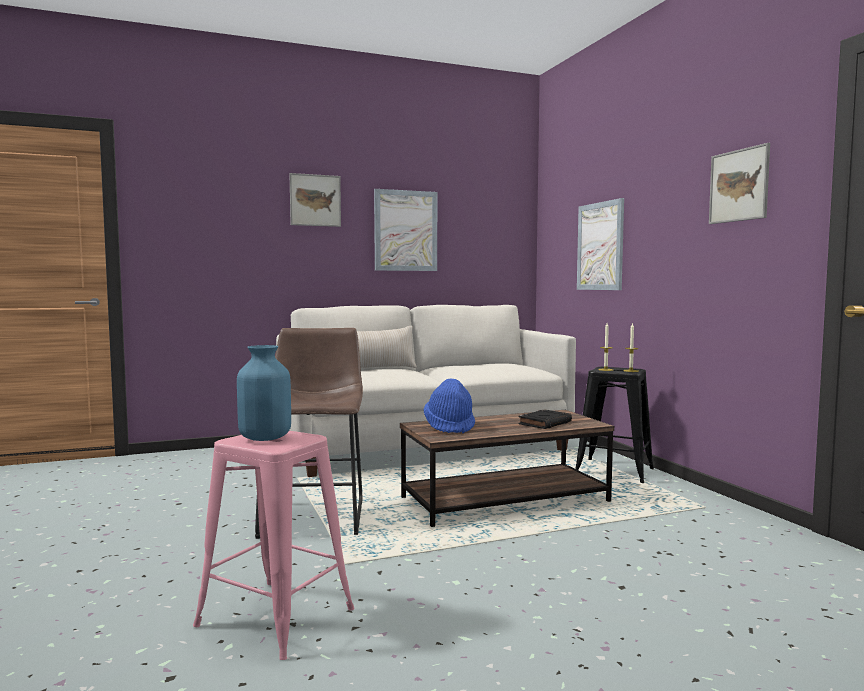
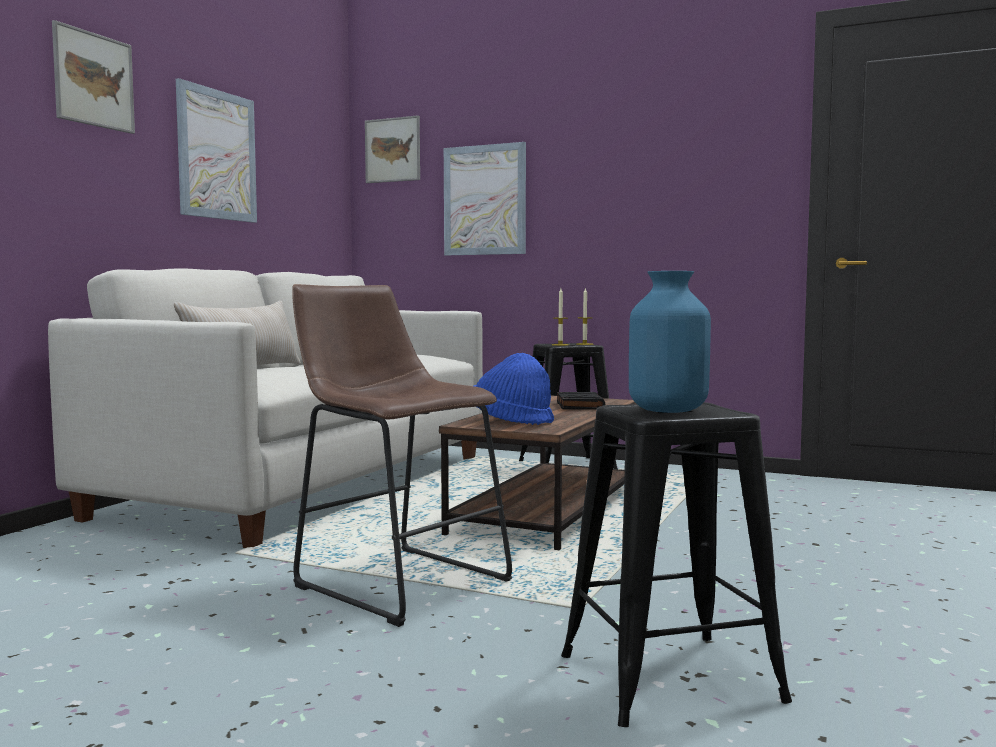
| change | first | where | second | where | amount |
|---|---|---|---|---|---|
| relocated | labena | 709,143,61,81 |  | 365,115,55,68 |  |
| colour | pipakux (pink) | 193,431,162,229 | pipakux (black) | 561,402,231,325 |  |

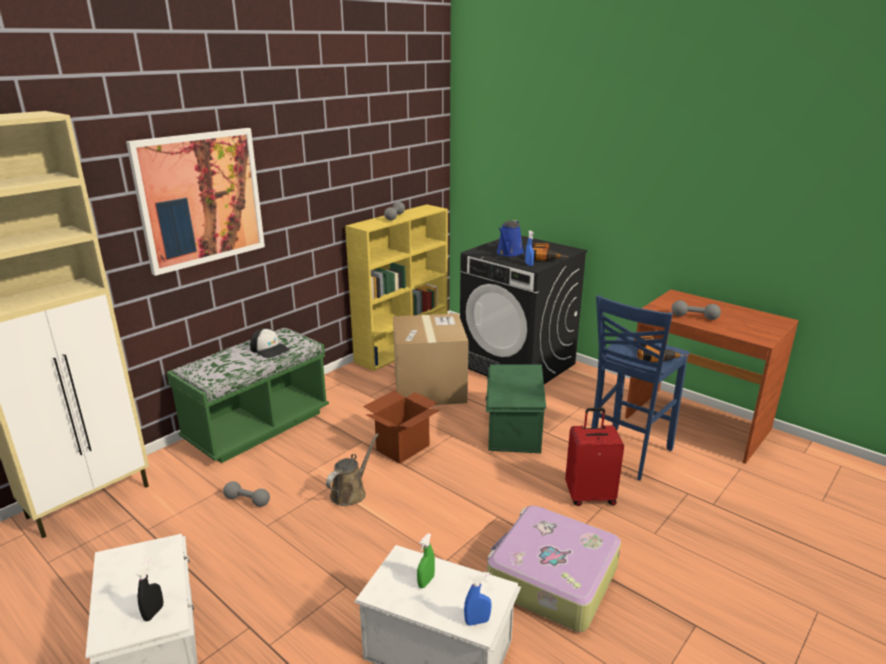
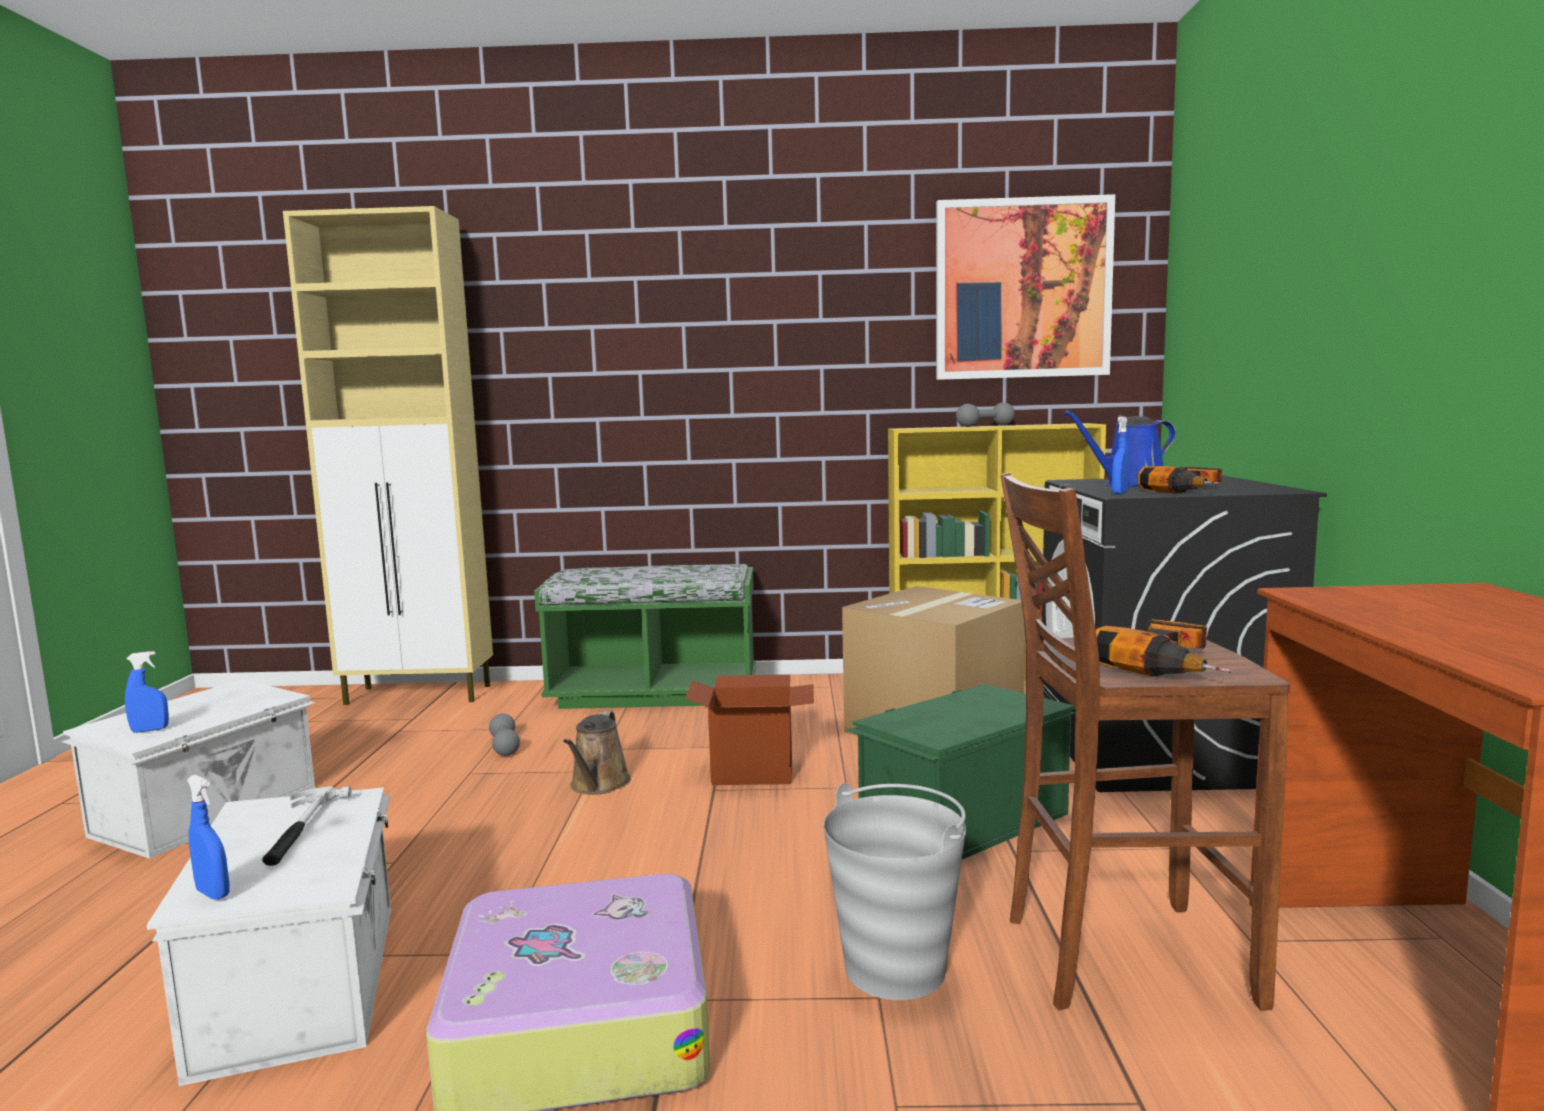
| change | first | where | second | where | amount |
|---|---|---|---|---|---|
| relocated | labena | 126,128,139,148 |  | 936,194,179,186 |  |
| colour | pipakux (blue) | 591,295,99,186 | pipakux (brown) | 1001,472,289,539 |  |
| missing | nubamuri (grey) | 671,300,50,20 |  |  |  |
| missing | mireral | 250,328,40,30 |  |  |  |
| exchanged | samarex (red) | 565,408,59,98 | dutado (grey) | 823,783,143,217 |  |
| spun | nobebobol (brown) | 326,433,53,73 |  | 563,711,68,84 | 105 degrees clockwise |
| exchanged | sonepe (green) | 417,533,18,55 | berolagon | 262,786,90,80 |  |
| colour | sonepe (black) | 135,559,28,62 | sonepe (blue) | 125,651,44,82 |  |

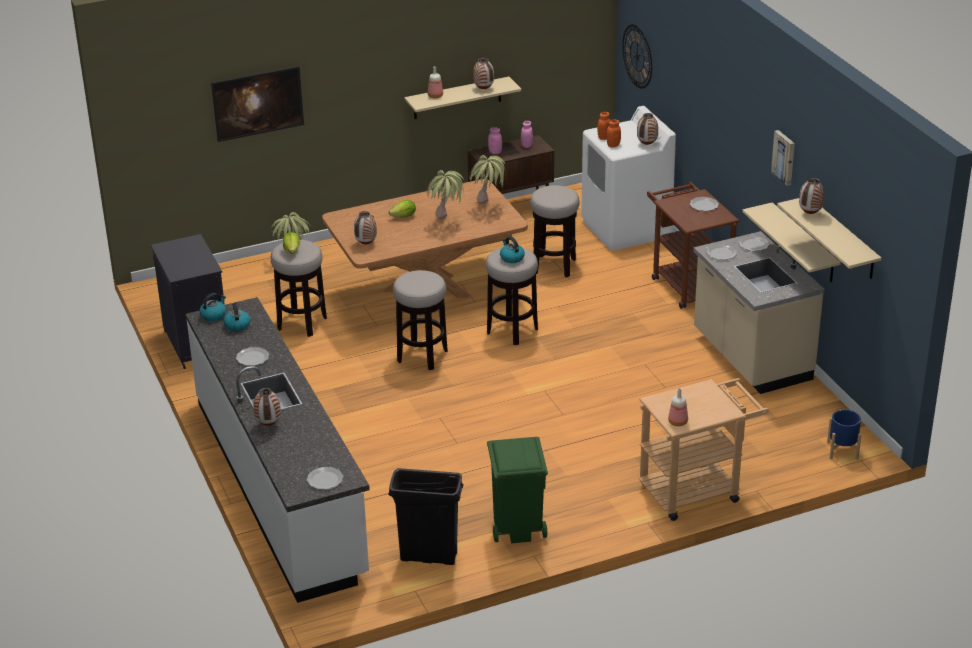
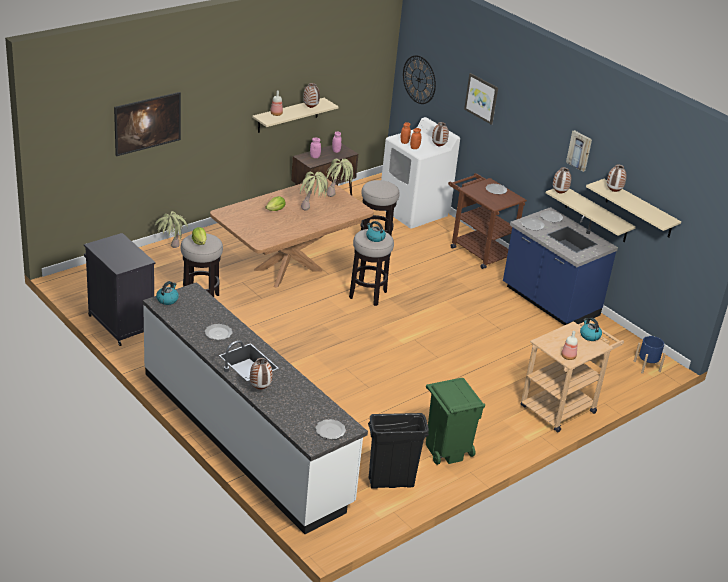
| change | first | where | second | where | amount |
|---|---|---|---|---|---|
| relocated | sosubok | 354,211,23,33 |  | 553,167,18,26 |  |
| colour | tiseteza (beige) | 693,231,131,163 | tiseteza (blue) | 503,207,115,118 |  |
| missing | pipakux | 393,270,55,100 |  |  |  |
| relocated | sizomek | 224,302,26,29 |  | 580,318,22,23 |  |
| appeared |  |  | labena | 464,73,34,52 |  |

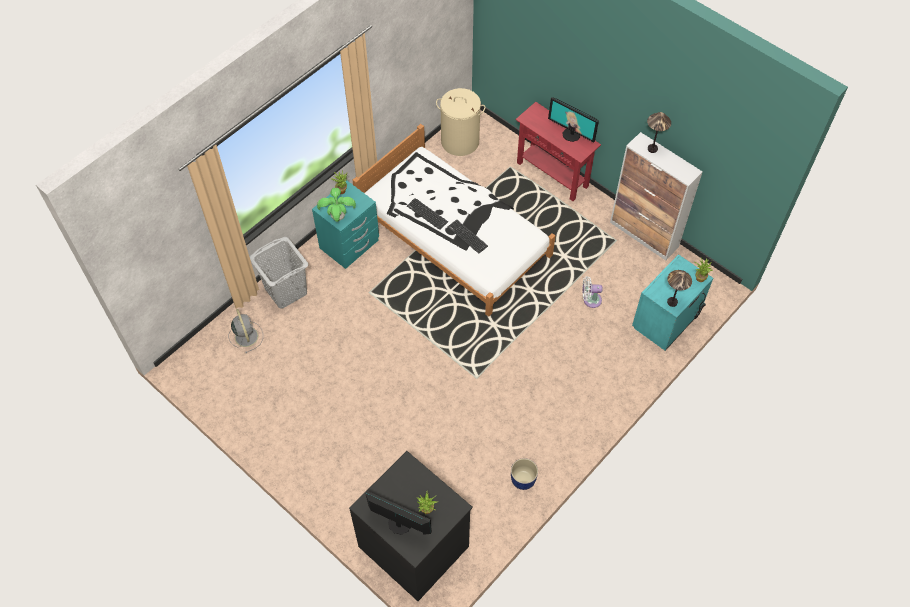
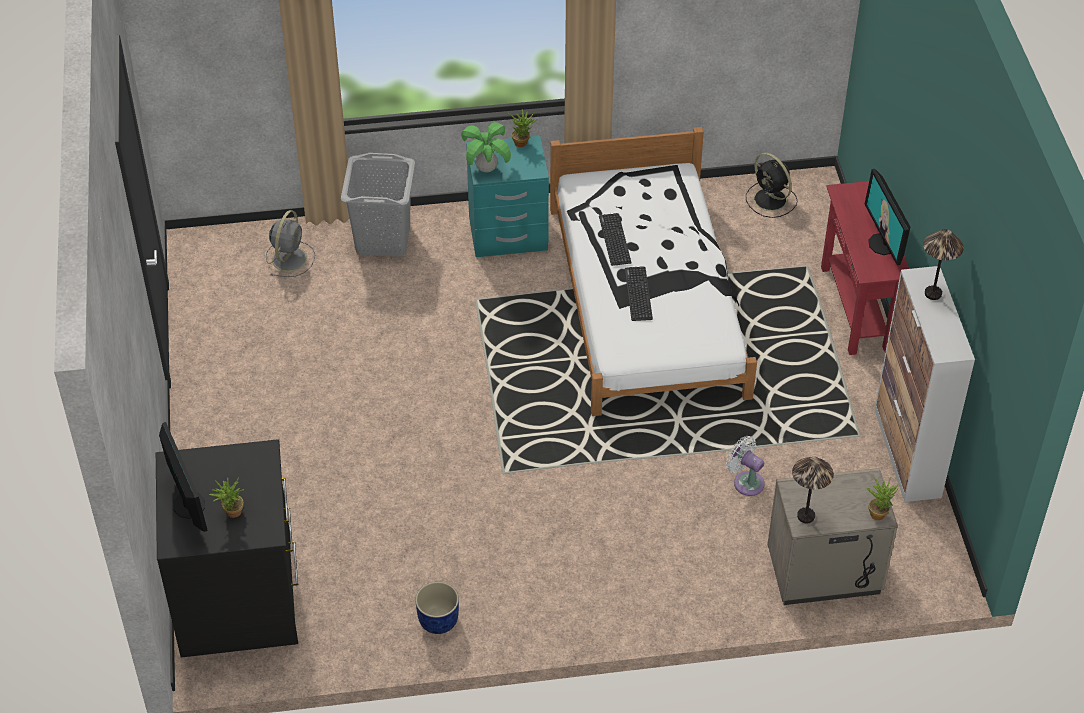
| change | first | where | second | where | amount |
|---|---|---|---|---|---|
| exchanged | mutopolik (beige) | 436,88,50,68 | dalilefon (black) | 746,153,51,65 |  |
| colour | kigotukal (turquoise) | 632,254,81,97 | kigotukal (beige) | 767,468,131,137 |  |

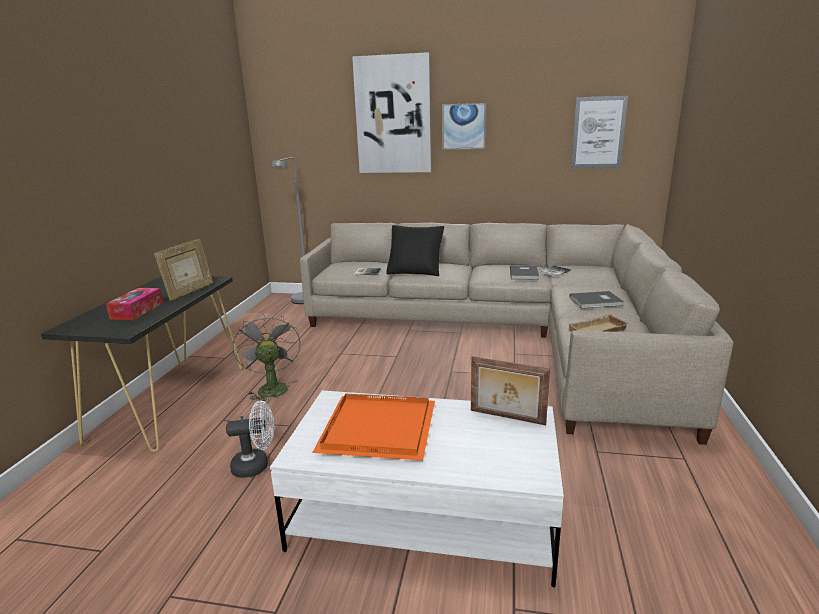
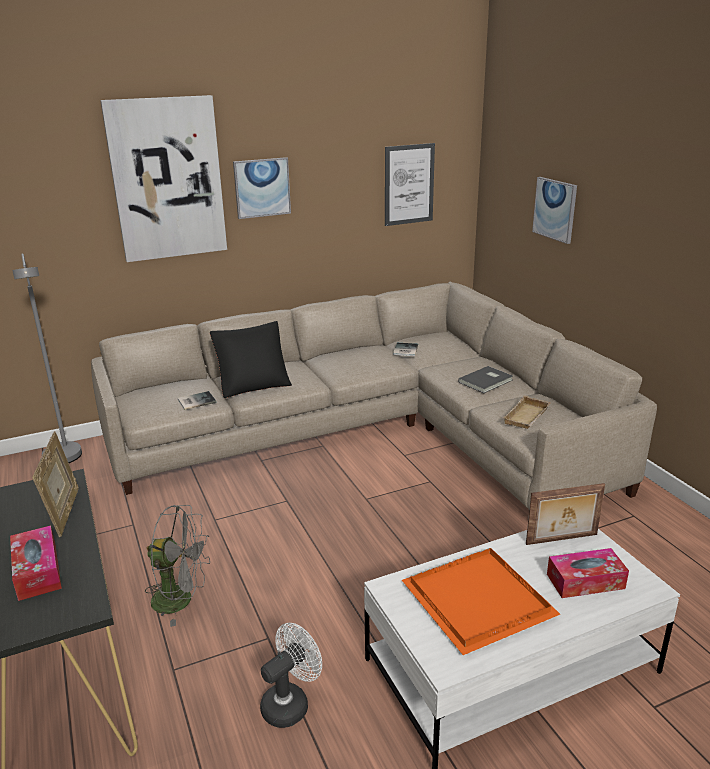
| change | first | where | second | where | amount |
|---|---|---|---|---|---|
| missing | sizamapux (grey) | 510,265,29,15 |  |  |  |
| spun | dalilefon (grey) | 232,313,69,90 |  | 145,505,65,122 | 150 degrees clockwise |
| appeared |  |  | labena | 532,177,45,67 |  |
| appeared |  |  | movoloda | 547,548,82,50 |  |

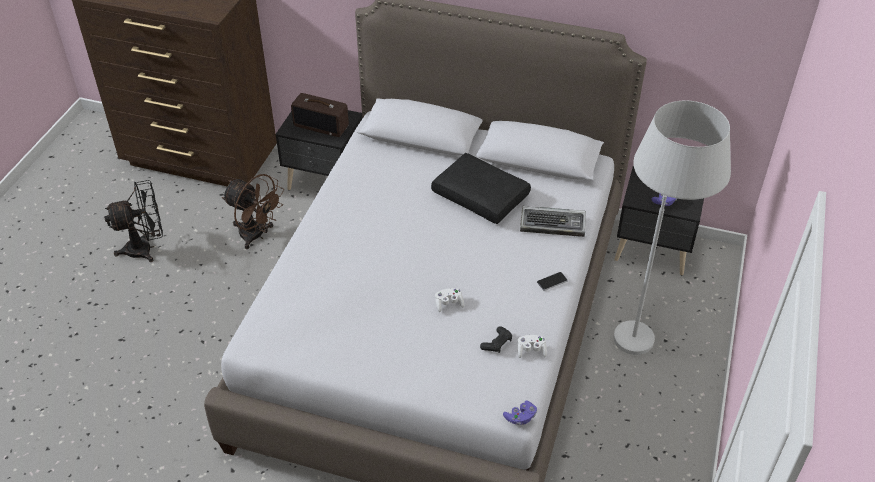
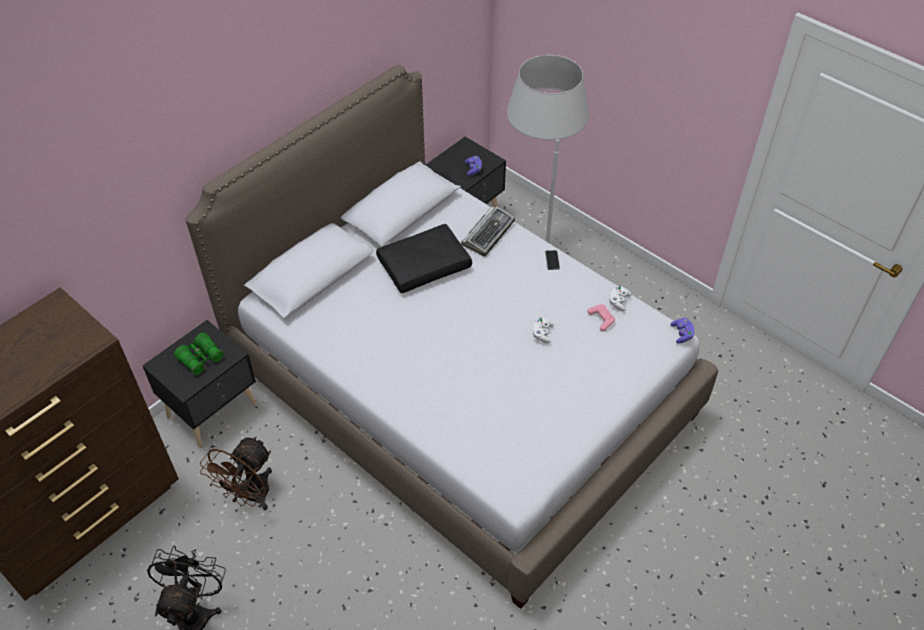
| change | first | where | second | where | amount |
|---|---|---|---|---|---|
| exchanged | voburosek | 291,93,58,44 | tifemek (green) | 174,333,50,42 |  |
| spun | dalilefon (brown) | 222,174,62,75 |  | 200,436,72,74 | 150 degrees clockwise |
| colour | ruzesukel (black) | 480,326,32,27 | ruzesukel (pink) | 588,304,27,27 |  |

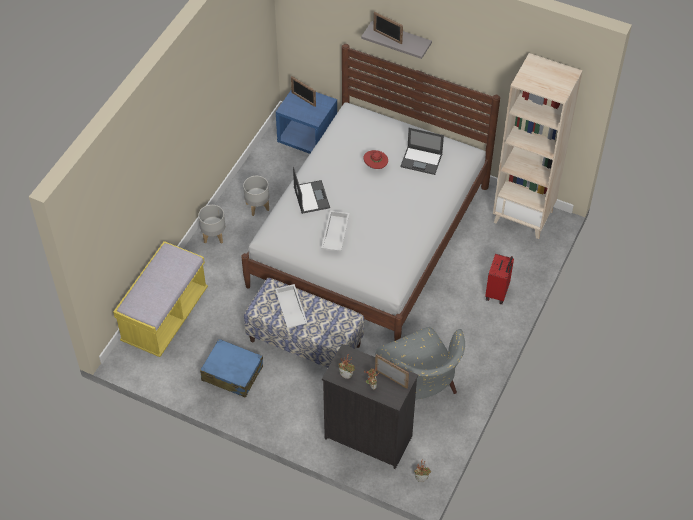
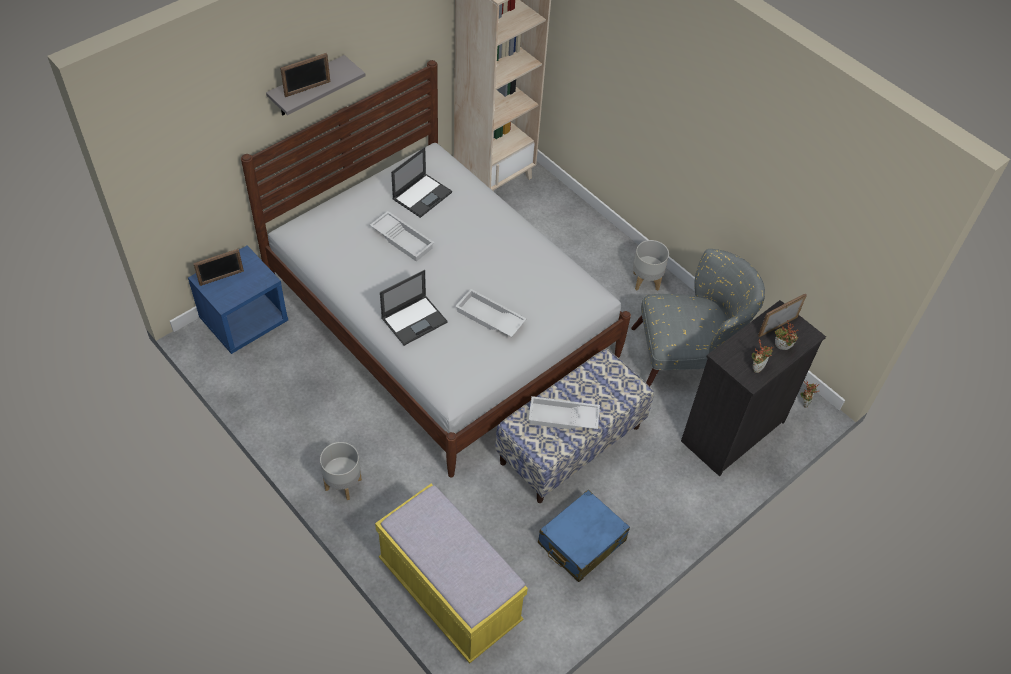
| change | first | where | second | where | amount |
|---|---|---|---|---|---|
| exchanged | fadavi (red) | 364,150,24,19 | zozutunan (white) | 370,211,64,51 |  |
| spun | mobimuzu | 293,167,37,47 |  | 380,270,68,76 | 135 degrees clockwise |
| relocated | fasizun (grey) | 243,176,26,40 |  | 633,240,36,51 |  |
| missing | samarex (red) | 485,254,29,50 |  |  |  |

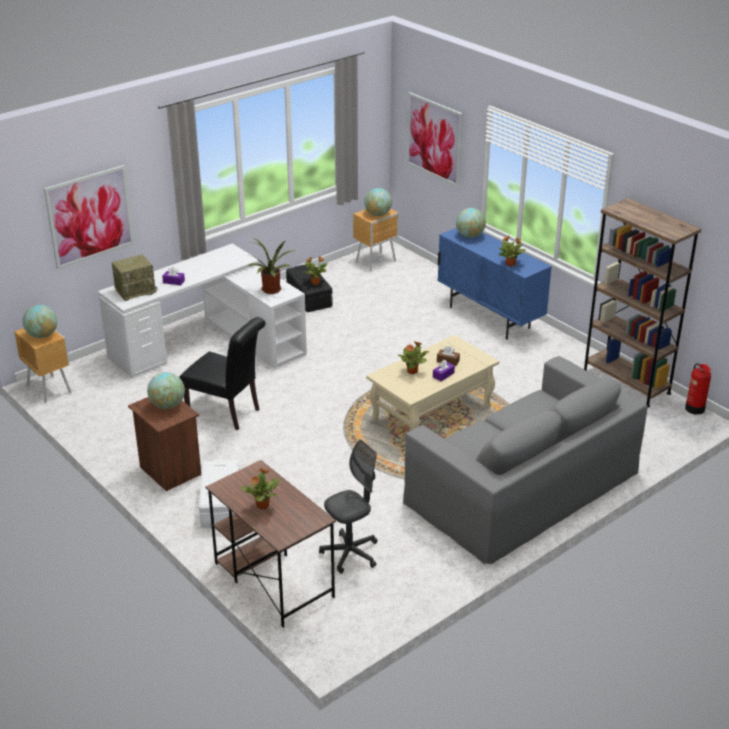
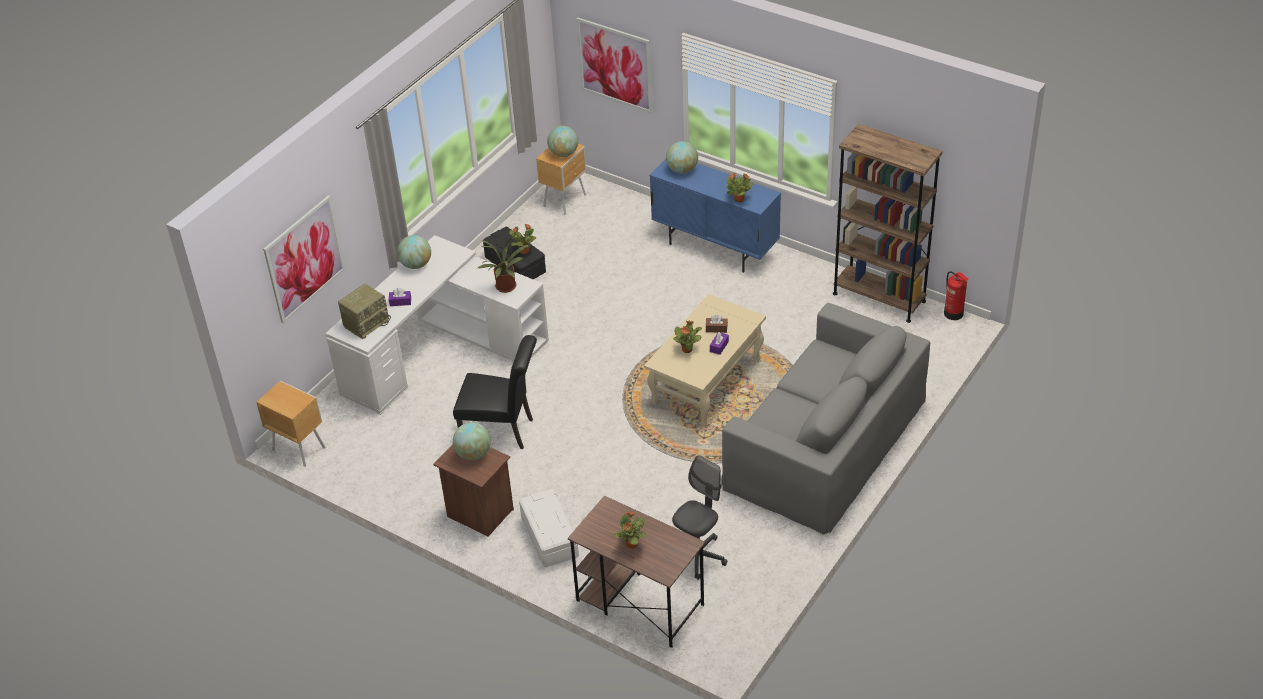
| change | first | where | second | where | amount |
|---|---|---|---|---|---|
| relocated | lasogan | 23,305,34,33 |  | 397,235,34,34 |  |

